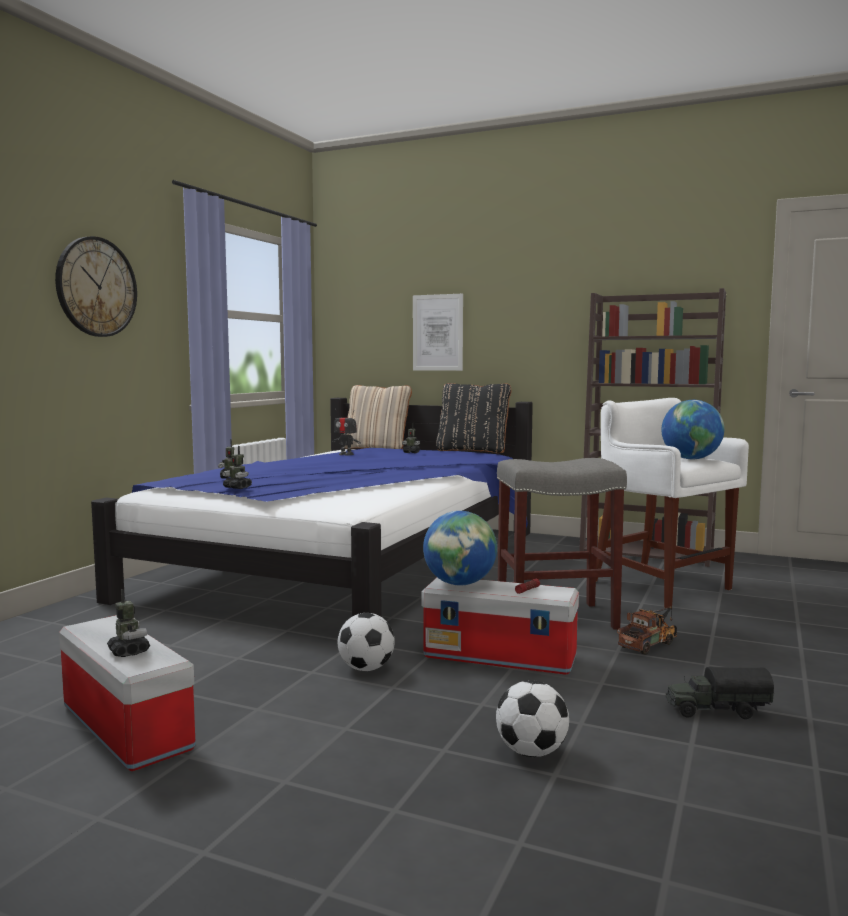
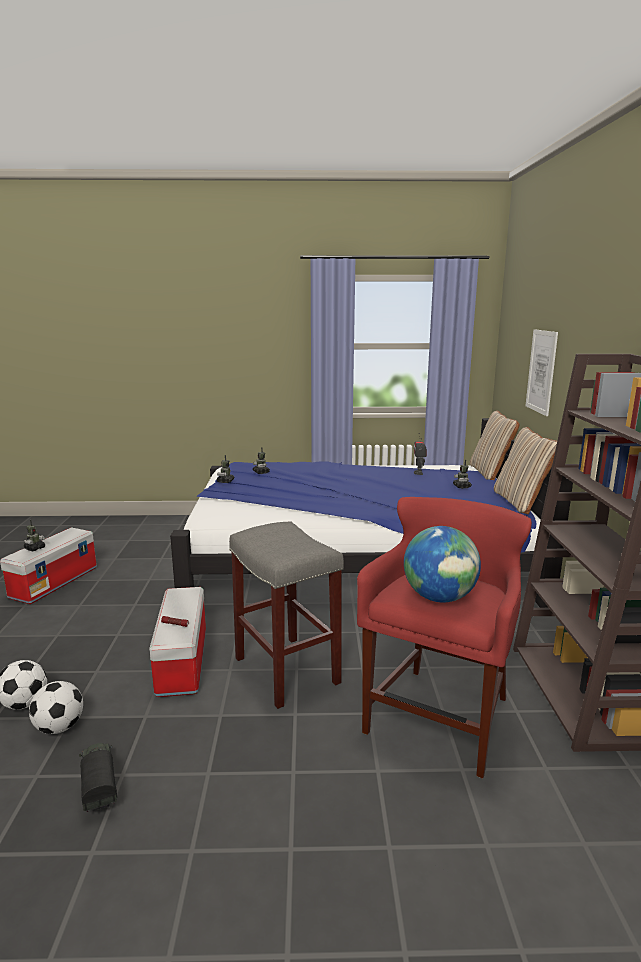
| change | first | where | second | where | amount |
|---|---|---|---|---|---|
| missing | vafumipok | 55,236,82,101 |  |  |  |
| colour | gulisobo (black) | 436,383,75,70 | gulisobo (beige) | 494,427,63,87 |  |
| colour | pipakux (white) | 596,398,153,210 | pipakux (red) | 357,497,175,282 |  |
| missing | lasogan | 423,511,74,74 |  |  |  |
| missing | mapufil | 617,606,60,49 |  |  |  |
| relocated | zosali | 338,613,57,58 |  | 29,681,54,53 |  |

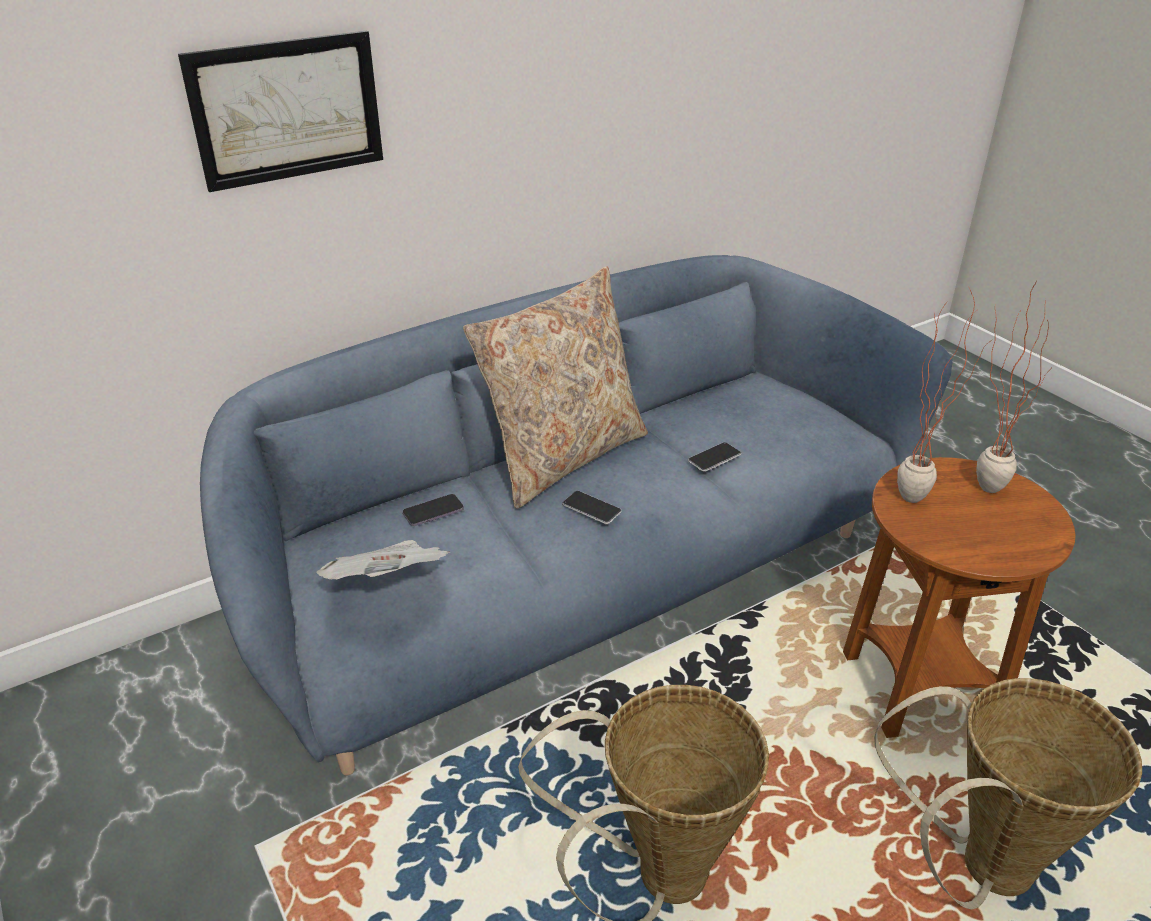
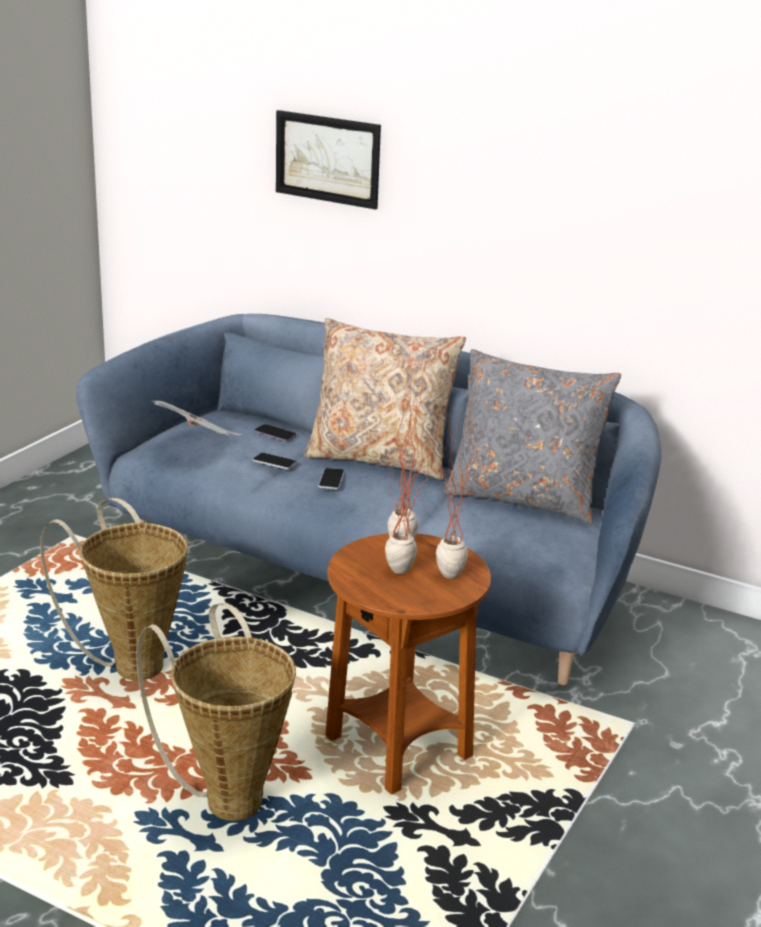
| change | first | where | second | where | amount |
|---|---|---|---|---|---|
| relocated | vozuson | 688,442,53,30 |  | 252,453,45,17 |  |
| appeared |  |  | gulisobo (grey) | 443,349,178,175 |  |
| appeared |  |  | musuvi | 385,394,46,180 |  |

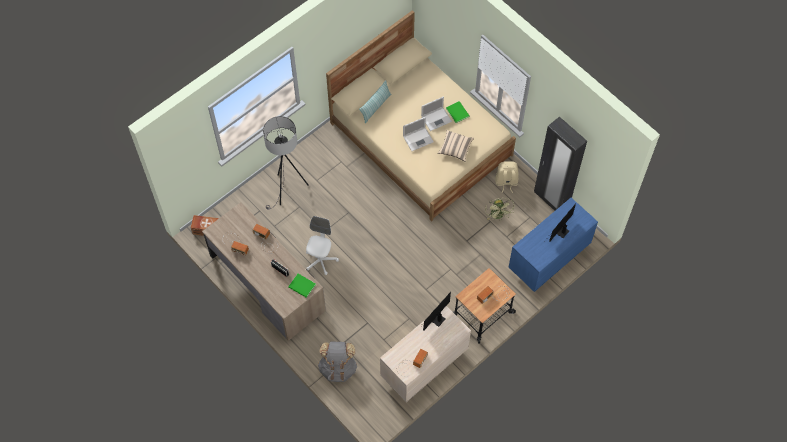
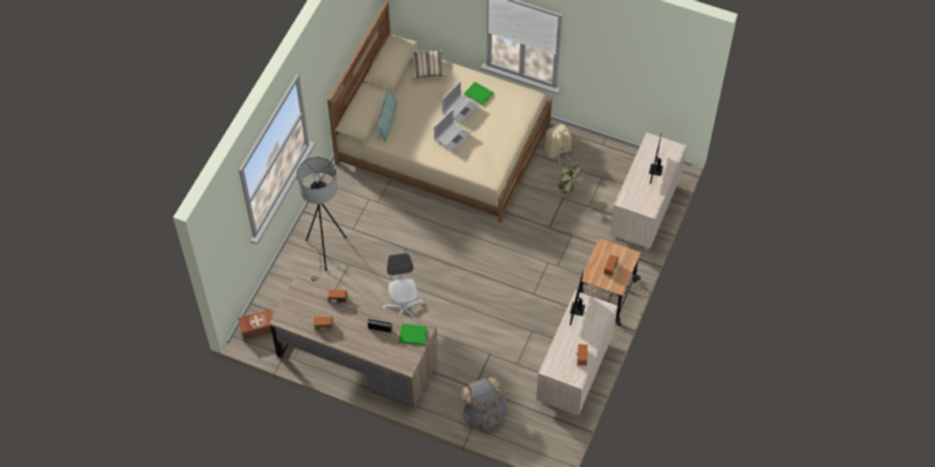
| change | first | where | second | where | amount |
|---|---|---|---|---|---|
| missing | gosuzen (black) | 534,117,53,94 |  |  |  |
| relocated | gulisobo (beige) | 438,130,36,32 |  | 412,50,34,29 |  |
| colour | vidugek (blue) | 509,198,89,94 | vidugek (beige) | 610,132,77,118 |  |

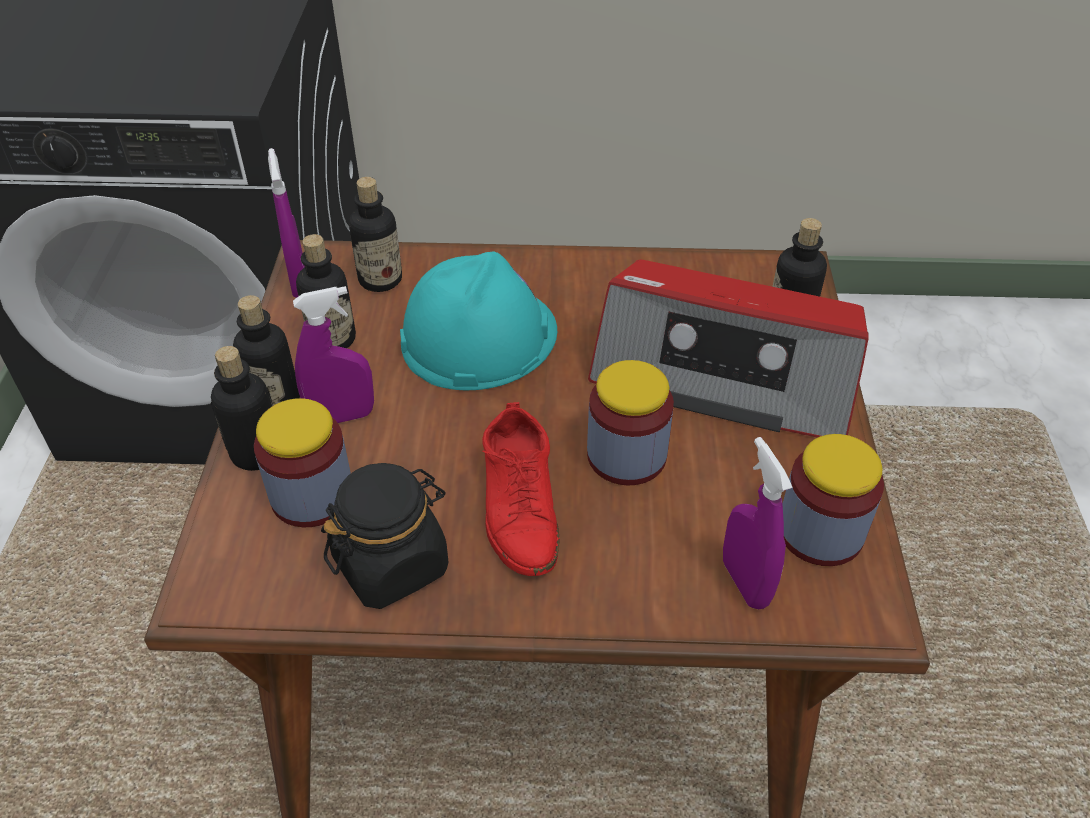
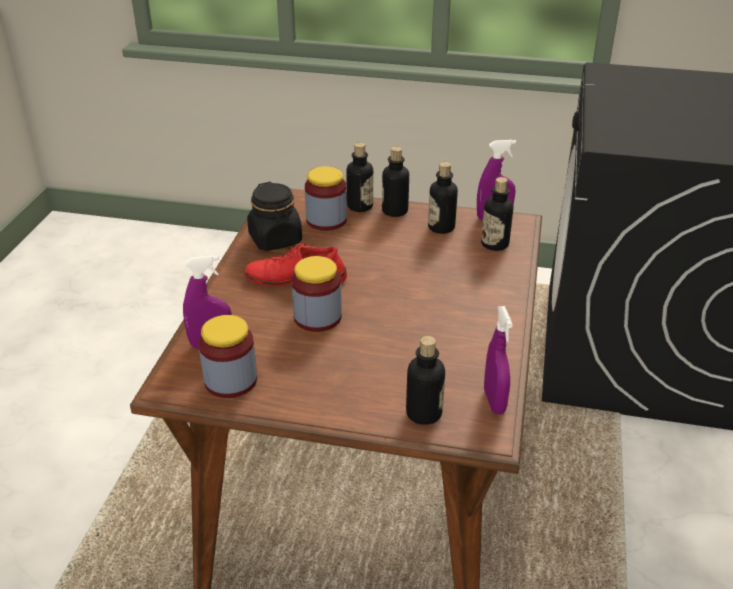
| change | first | where | second | where | amount |
|---|---|---|---|---|---|
| missing | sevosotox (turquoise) | 400,252,157,138 |  |  |  |
| missing | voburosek | 588,260,281,178 |  |  |  |
| relocated | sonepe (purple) | 293,286,81,137 |  | 484,306,29,108 |  |

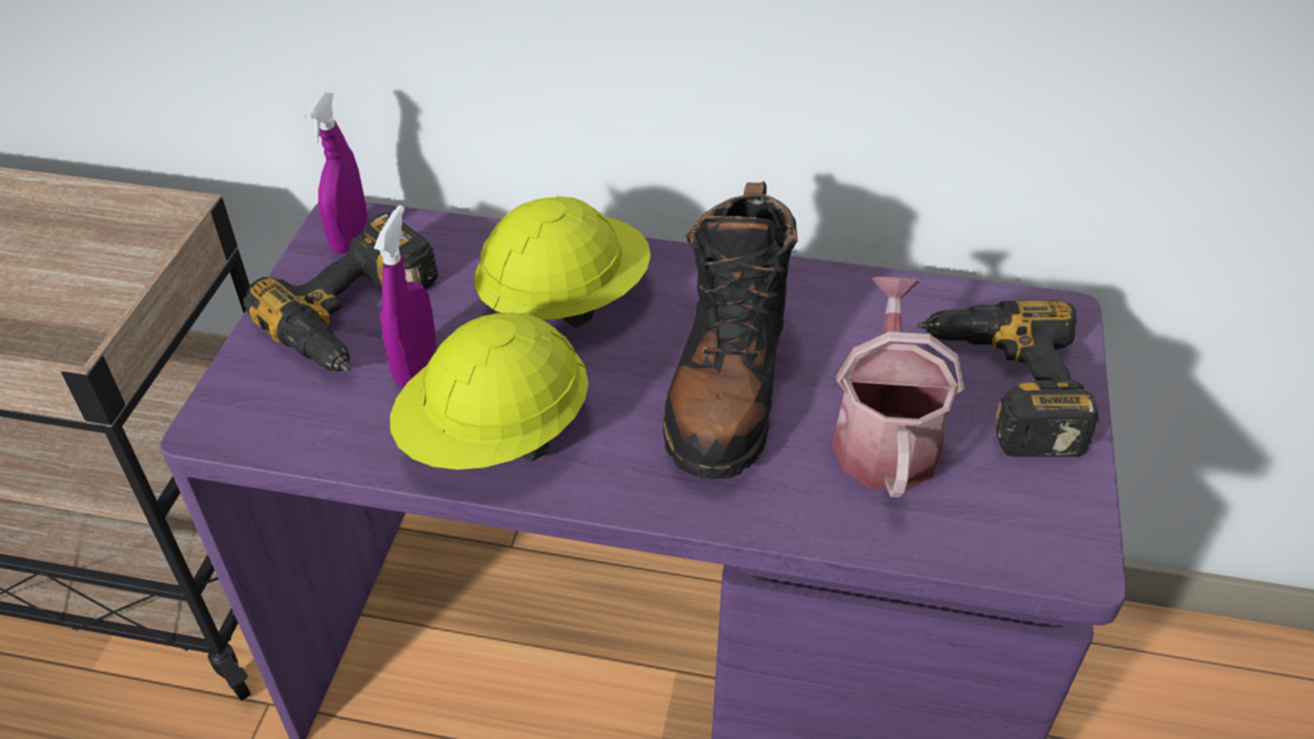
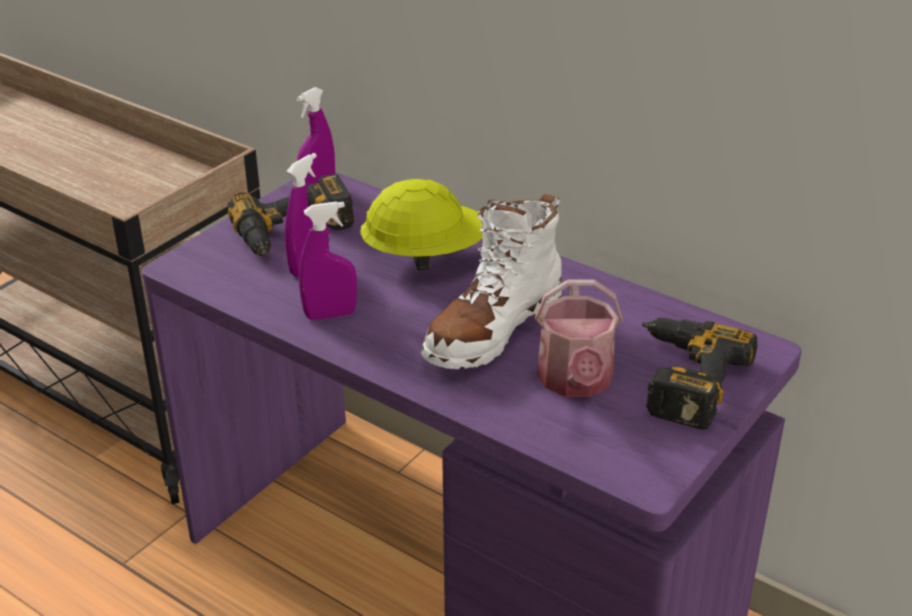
| change | first | where | second | where | amount |
|---|---|---|---|---|---|
| colour | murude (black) | 663,181,135,298 | murude (white) | 421,194,141,175 |  |
| spun | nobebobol | 832,277,132,221 |  | 535,280,88,117 | 150 degrees clockwise |
| exchanged | sevosotox (yellow) | 390,313,199,157 | sonepe (purple) | 299,201,58,119 |  |

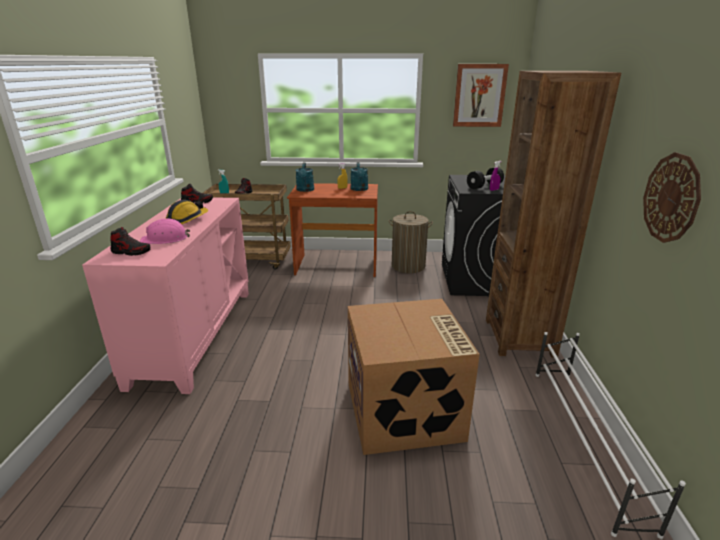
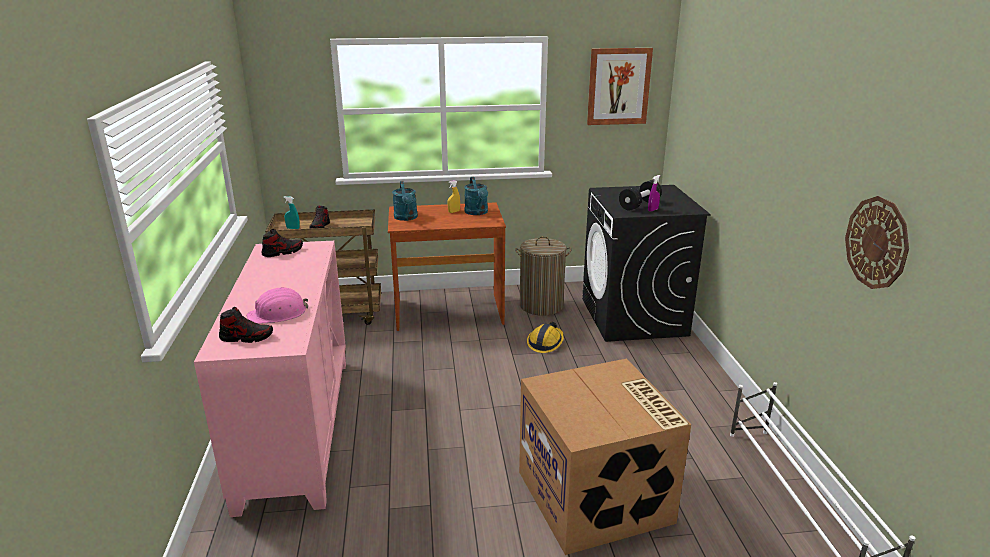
| change | first | where | second | where | amount |
|---|---|---|---|---|---|
| missing | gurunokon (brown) | 486,71,135,287 |  |  |  |
| relocated | sevosotox | 165,200,43,24 |  | 527,322,37,31 |  |

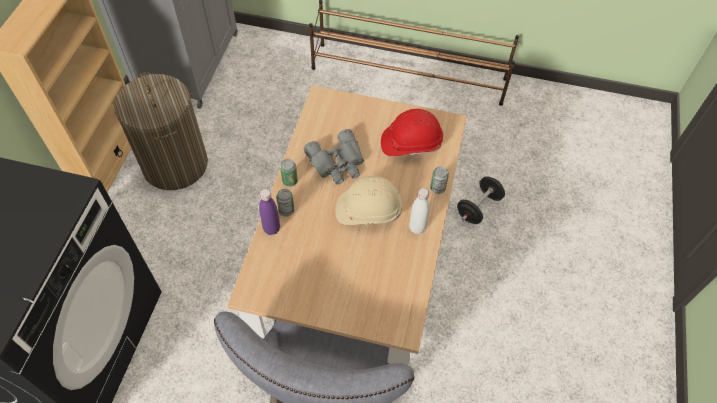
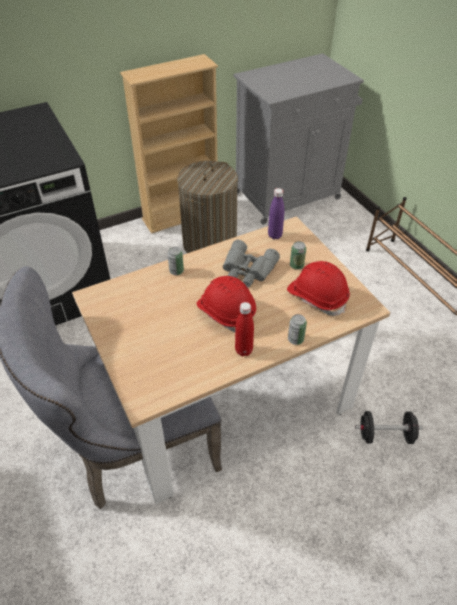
| change | first | where | second | where | amount |
|---|---|---|---|---|---|
| relocated | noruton | 280,159,18,28 |  | 290,241,16,29 |  |
| colour | sevosotox (beige) | 336,176,66,49 | sevosotox (red) | 196,276,60,56 |  |
| colour | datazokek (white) | 409,188,21,46 | datazokek (red) | 235,302,19,54 |  |
| relocated | datazokek (purple) | 259,189,21,46 |  | 268,188,16,51 |  |

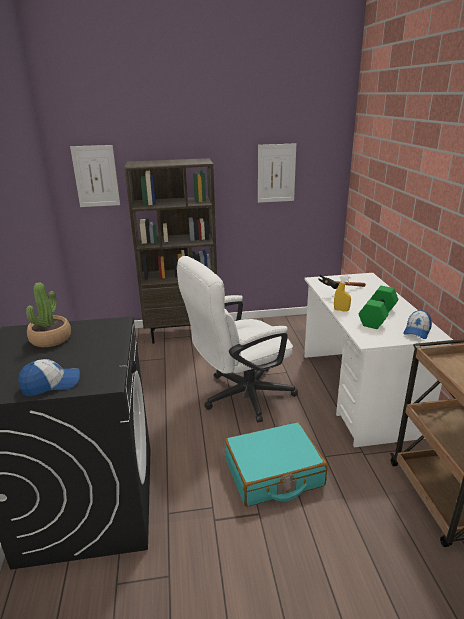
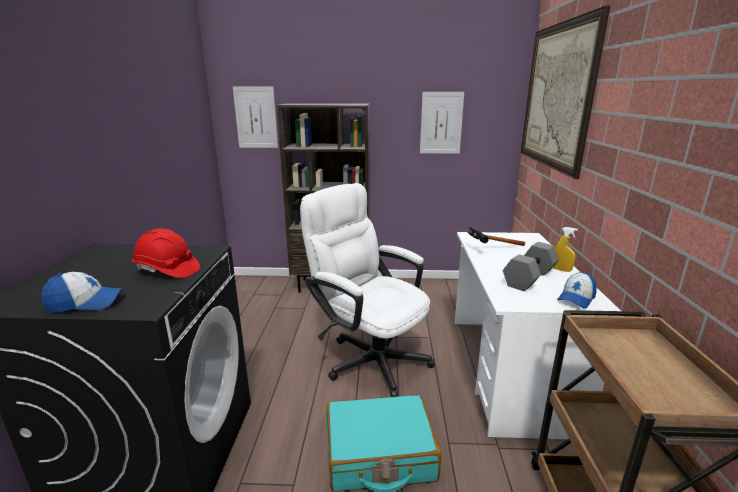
| change | first | where | second | where | amount |
|---|---|---|---|---|---|
| spun | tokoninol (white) | 177,256,121,167 |  | 300,183,135,214 | 60 degrees clockwise |
| relocated | sonepe (yellow) | 334,275,17,37 |  | 553,227,25,45 |  |
| missing | musuvi | 26,282,45,65 |  |  |  |
| colour | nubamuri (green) | 359,286,39,43 | nubamuri (grey) | 503,242,56,49 |  |
| appeared |  |  | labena | 521,5,90,174 |  |
| appeared |  |  | sevosotox (red) | 132,228,68,50 |  |

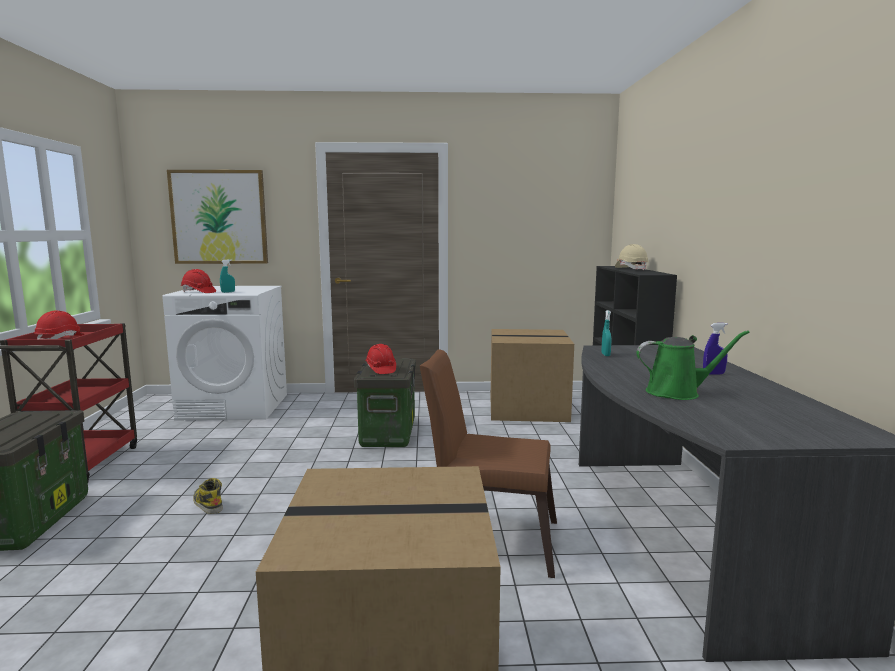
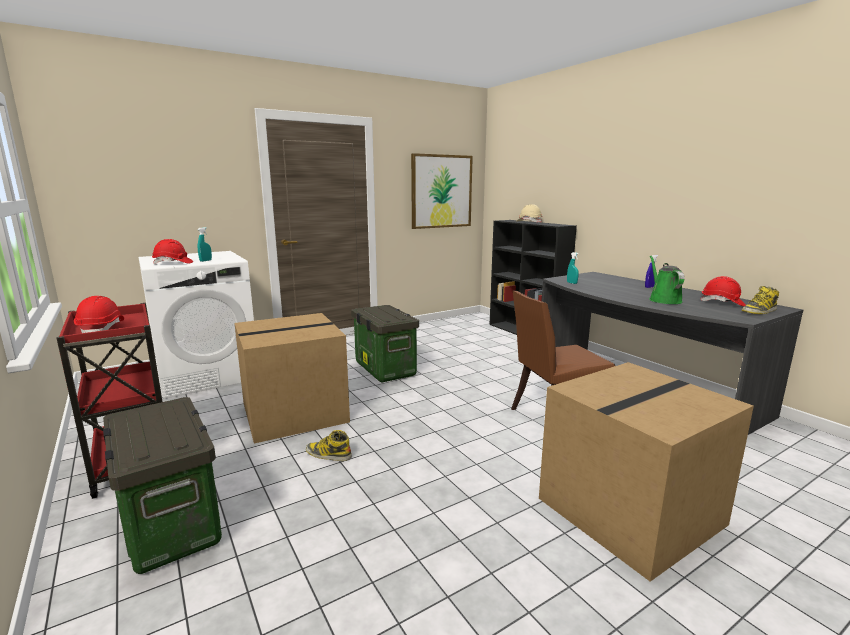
| change | first | where | second | where | amount |
|---|---|---|---|---|---|
| relocated | labena | 167,170,101,94 |  | 411,153,62,76 |  |
| relocated | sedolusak | 491,329,83,93 |  | 234,313,116,131 |  |
| spun | nobebobol (green) | 637,330,113,70 |  | 649,255,36,49 | 60 degrees counterclockwise |
| relocated | sevosotox (red) | 366,344,30,30 |  | 701,276,45,30 |  |
| appeared |  |  | murude | 742,286,37,28 |  |

